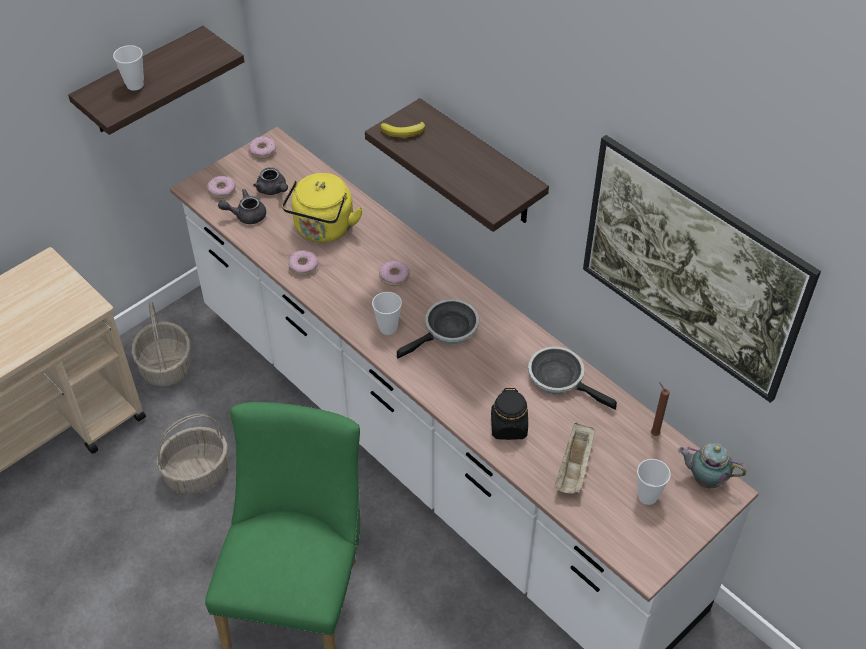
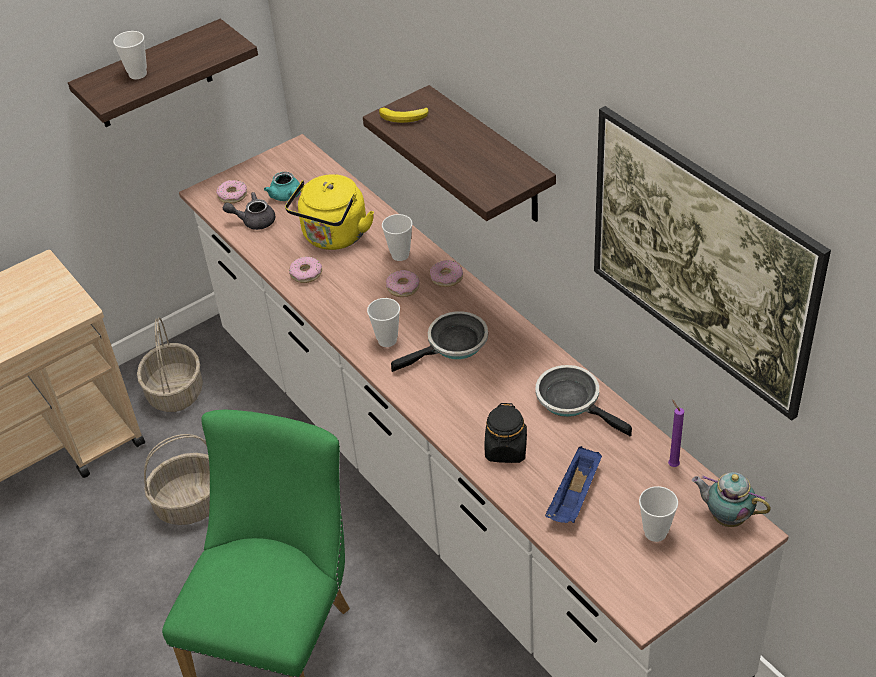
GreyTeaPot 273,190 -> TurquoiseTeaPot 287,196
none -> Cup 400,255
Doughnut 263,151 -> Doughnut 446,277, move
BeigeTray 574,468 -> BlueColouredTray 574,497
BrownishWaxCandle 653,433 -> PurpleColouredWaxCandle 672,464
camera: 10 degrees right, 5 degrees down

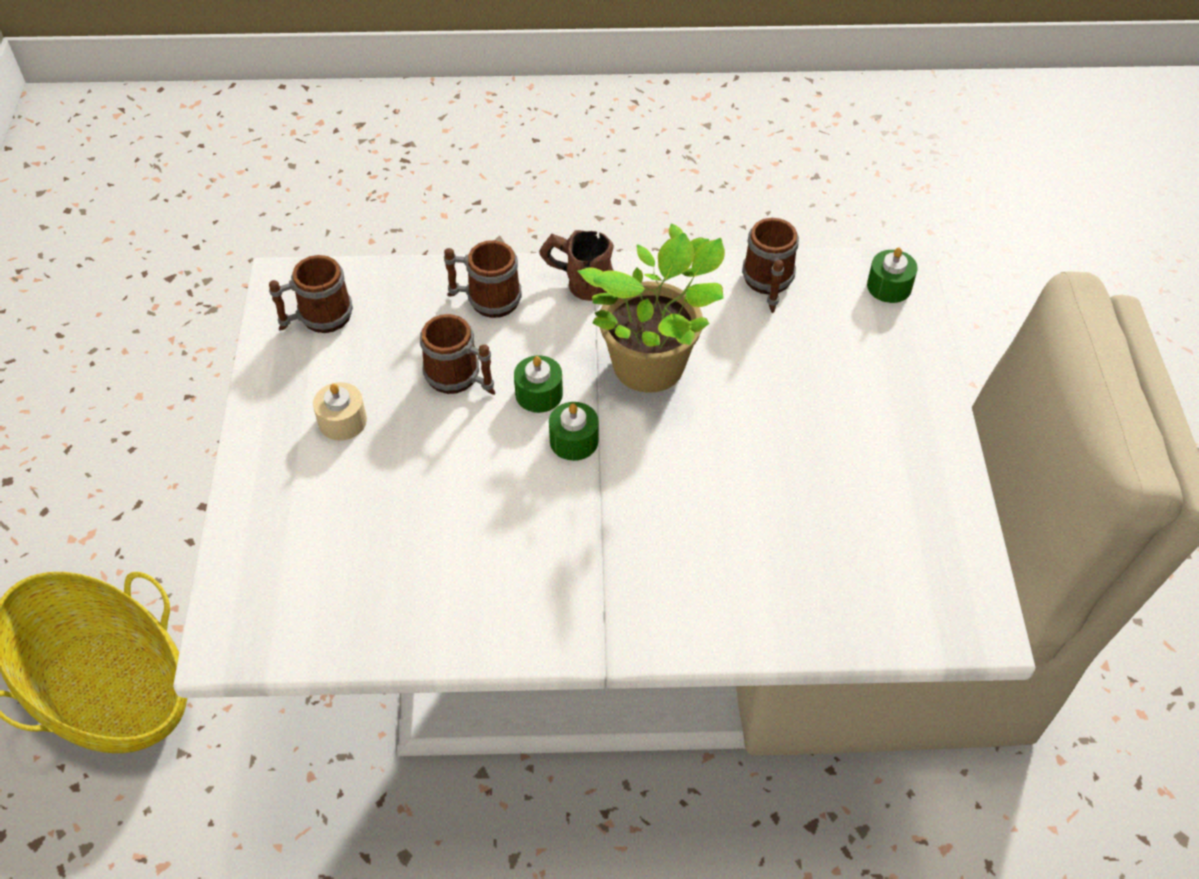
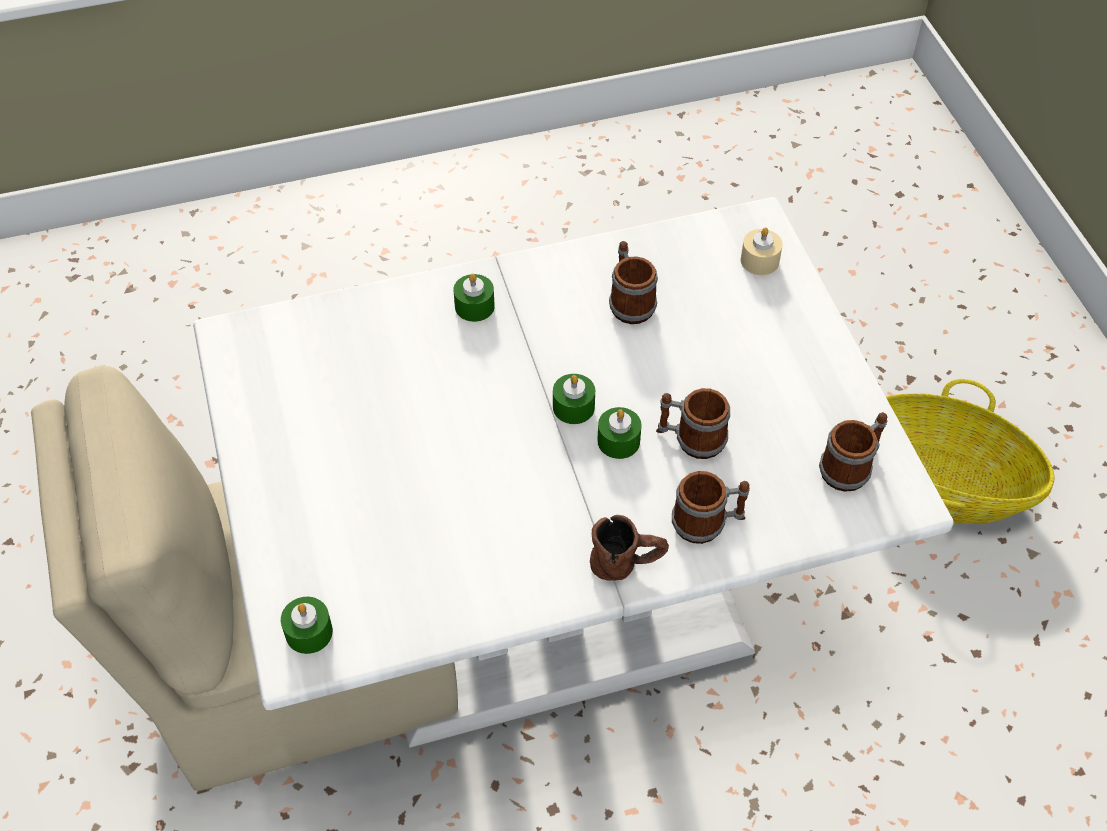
none -> GreenishWaxCandle 474,306
CoffeeMug 768,286 -> CoffeeMug 629,302, move
BeigeWaxCandle 342,421 -> BeigeWaxCandle 759,260, move
PottedPlant 653,370 -> none
camera: 165 degrees right, 0 degrees up

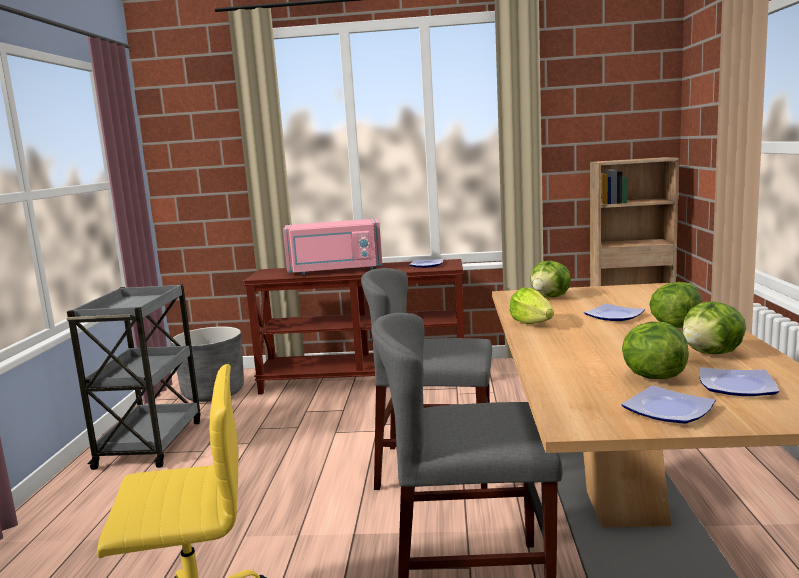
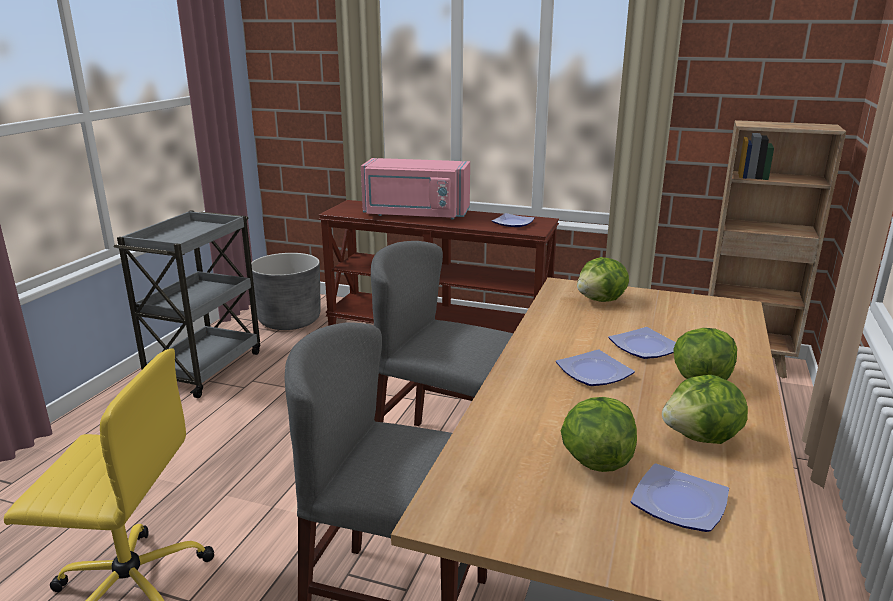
FlatDish 666,410 -> FlatDish 592,372, move
HeadOfLettuce 532,323 -> none
camera: 15 degrees right, 10 degrees up

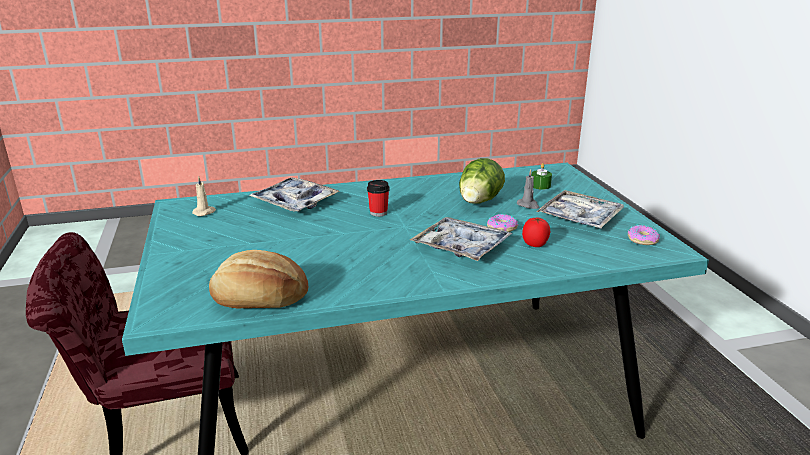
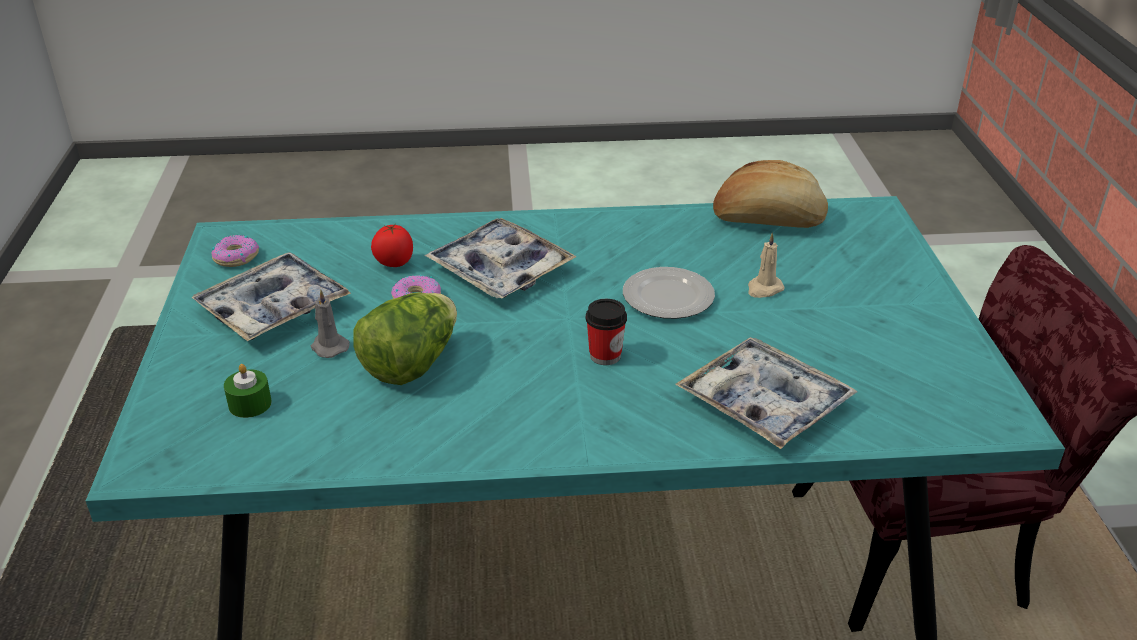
none -> FlatDish 667,297
BeigeWaxCandle 204,212 -> BeigeWaxCandle 764,289, move
camera: 170 degrees left, 10 degrees up

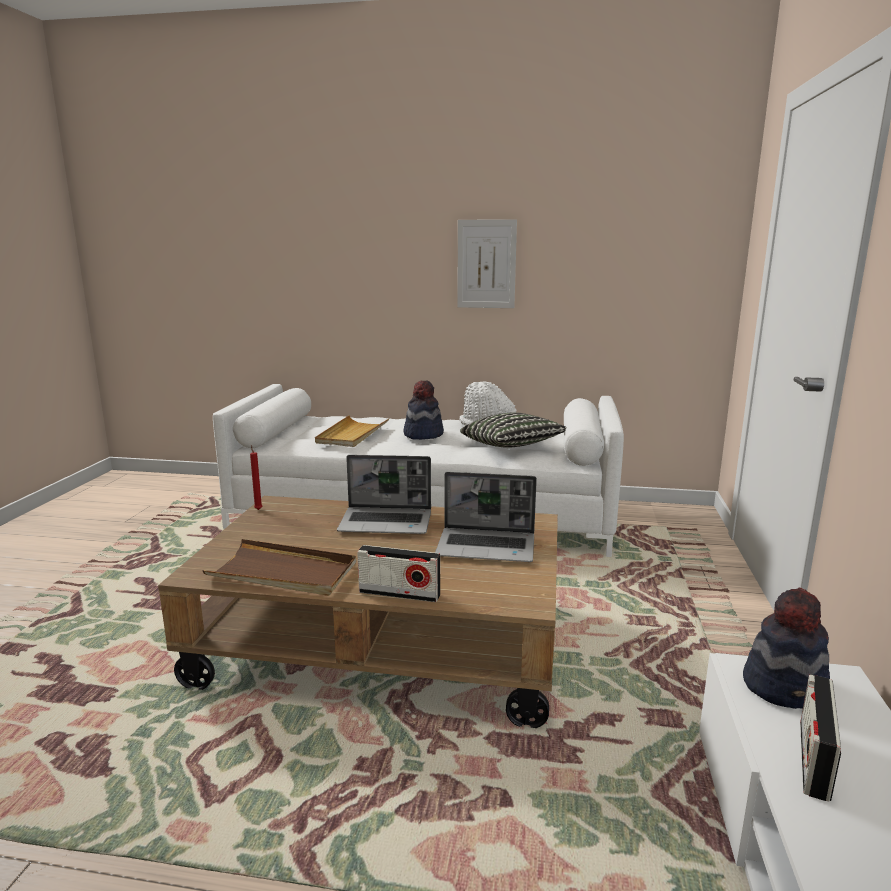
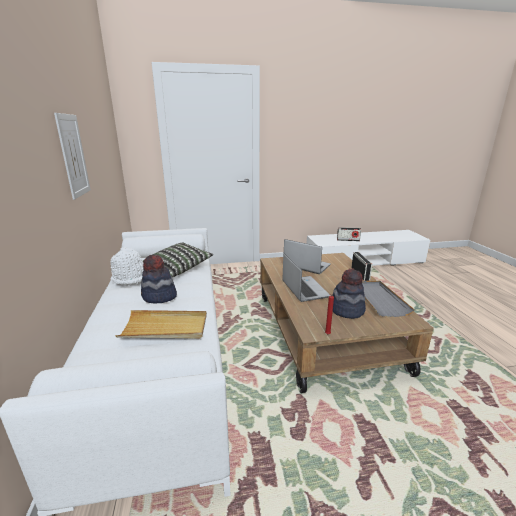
PortableComputer 487,547 -> PortableComputer 306,266, 45 degrees counterclockwise
Hat 785,686 -> Hat 346,310, move
BrownishTray 283,572 -> GreyTray 379,299
camera: 110 degrees left, 5 degrees up

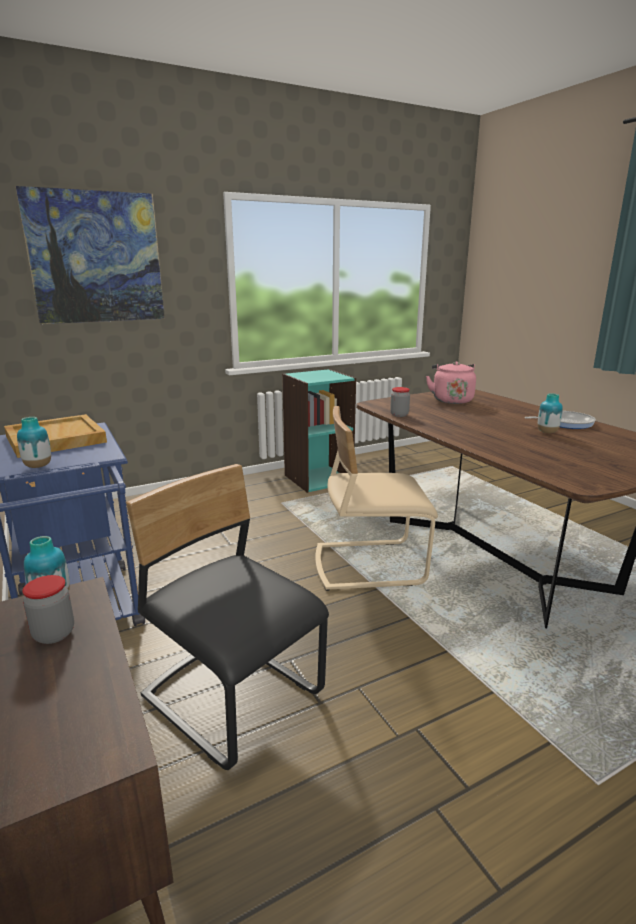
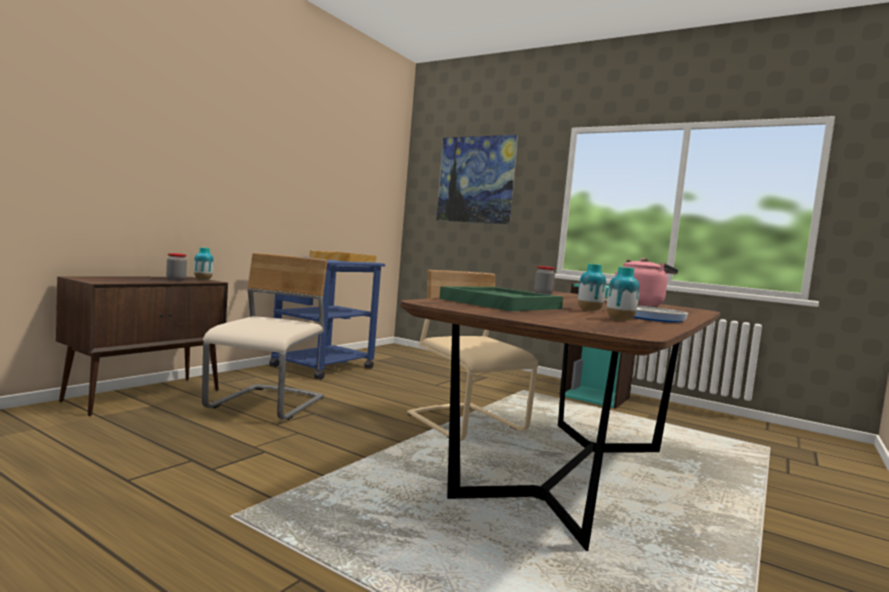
BlackishPlainChair 234,696 -> BeigePlainChair 268,404
none -> GreenishTray 500,303
Vase 38,466 -> Vase 620,320, move
camera: 60 degrees right, 15 degrees down

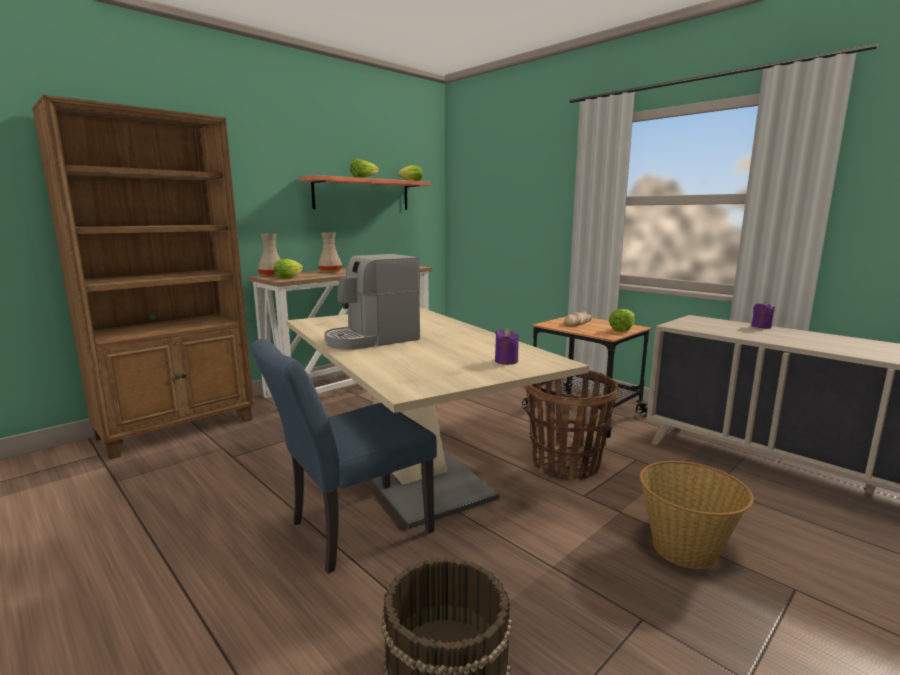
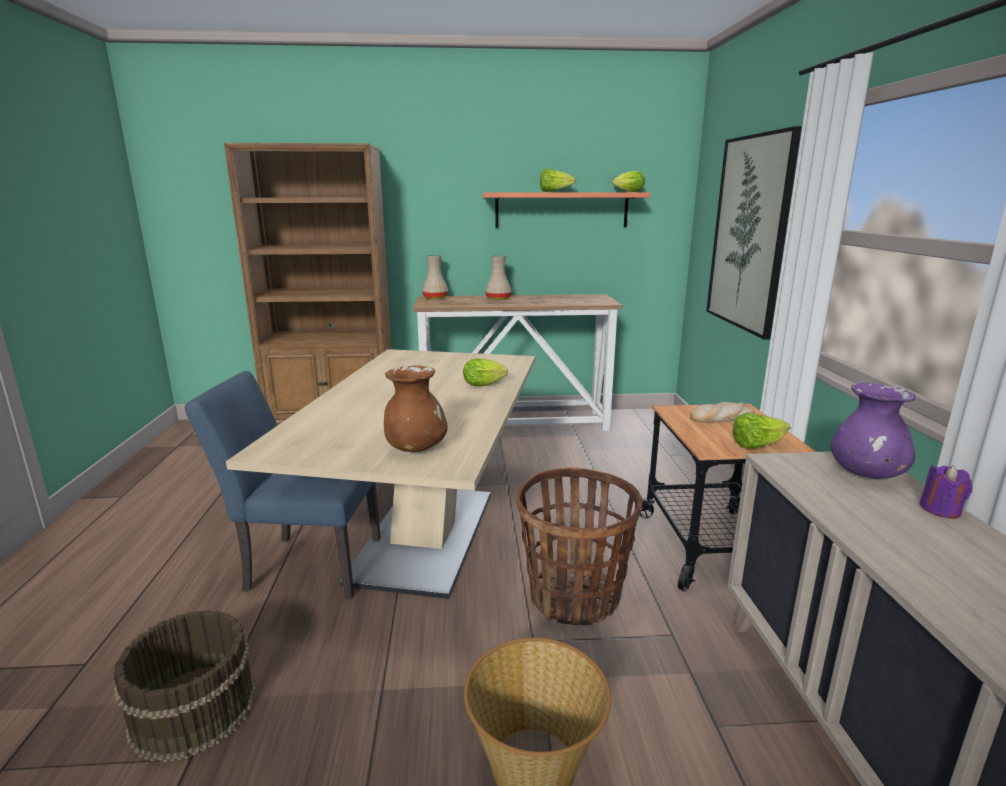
PurpleColouredWaxCandle 506,361 -> BrownishVase 415,448
HeadOfLettuce 289,278 -> HeadOfLettuce 486,385, move
none -> Picture 749,233
none -> PurpleColouredVase 866,474
CoffeeMachine 371,340 -> none
camera: 40 degrees right, 5 degrees up

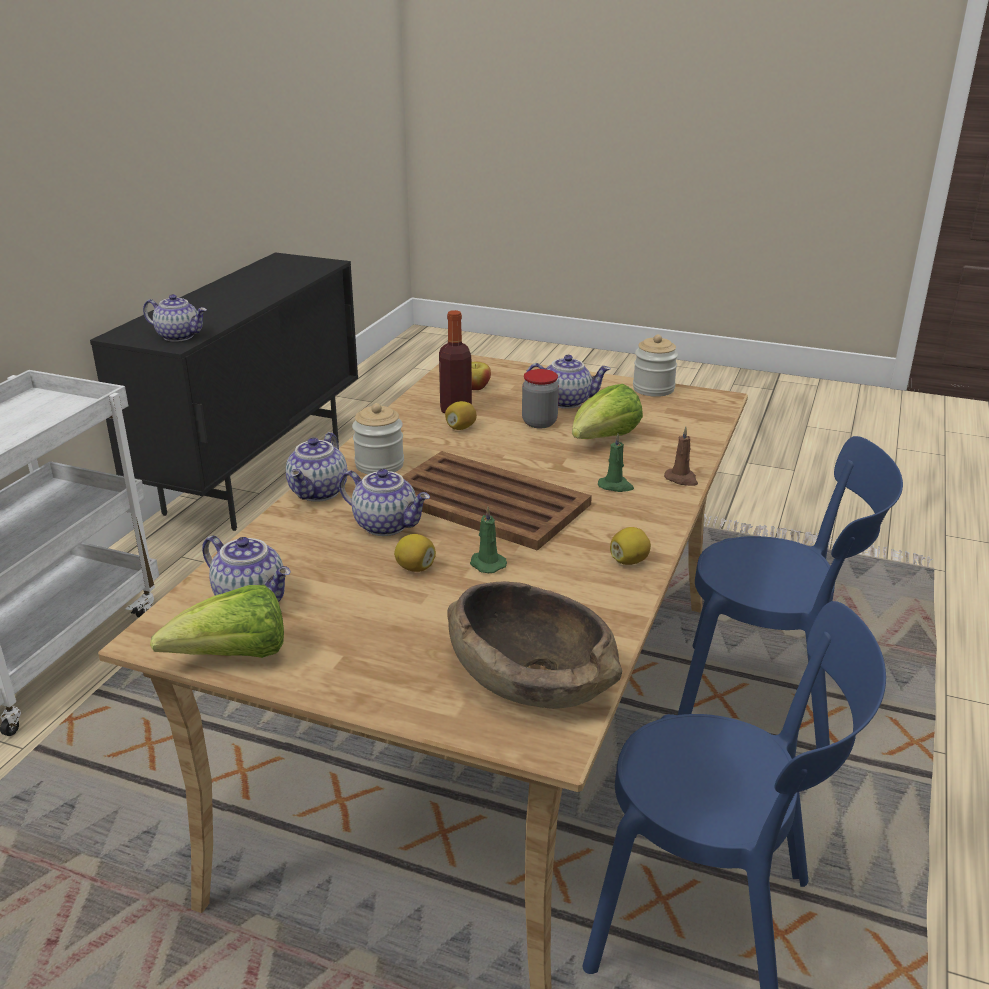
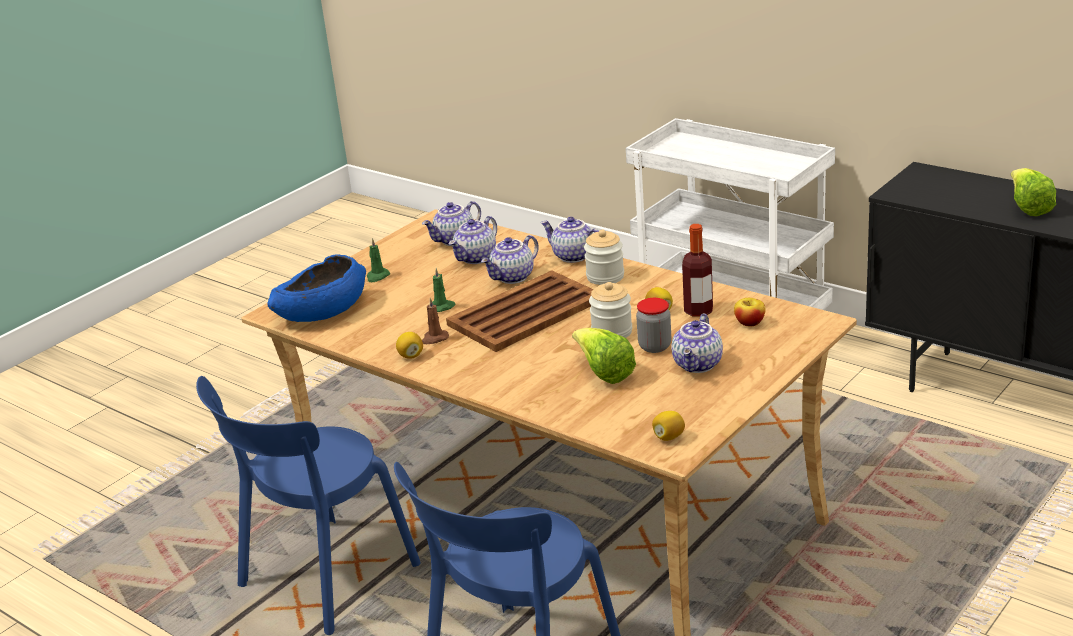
BrownishDeepDish 531,679 -> BlueColouredDeepDish 321,311
GreenishWaxCandle 616,486 -> GreenishWaxCandle 377,276, move
BrownishWaxCandle 681,479 -> BrownishWaxCandle 434,339, move
TeaPot 179,336 -> TeaPot 476,258, move
PreserveJar 653,389 -> PreserveJar 612,332, move
CitrusFruit 415,568 -> CitrusFruit 668,437, move
HeadOfLettuce 233,657 -> HeadOfLettuce 1028,208, move
camera: 110 degrees right, 0 degrees up

